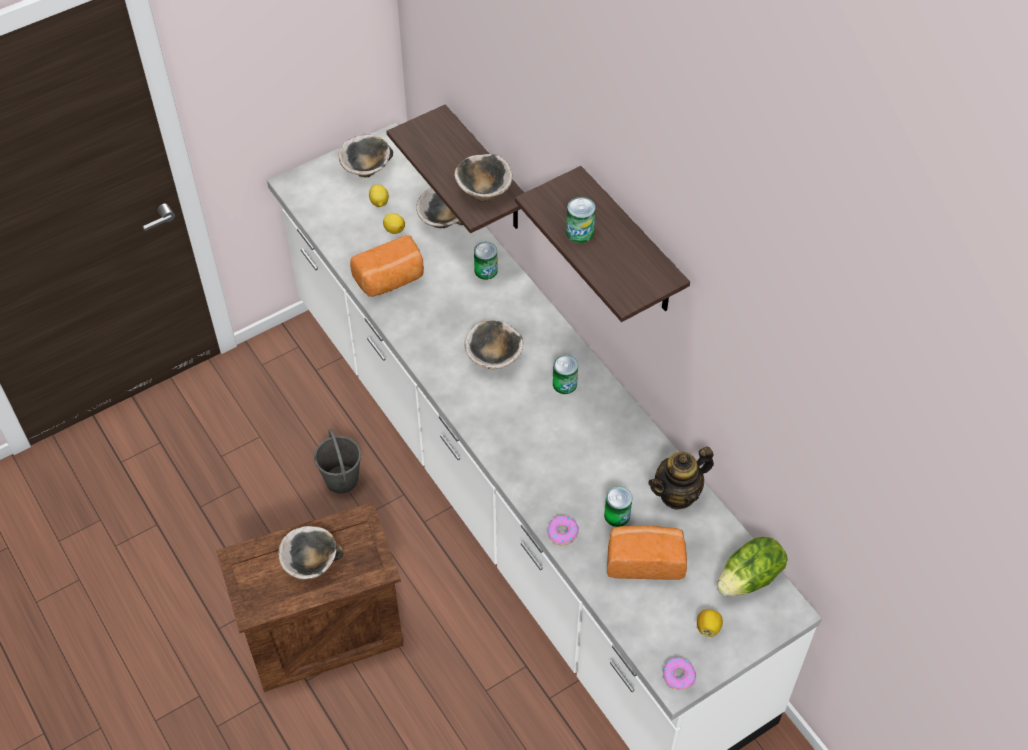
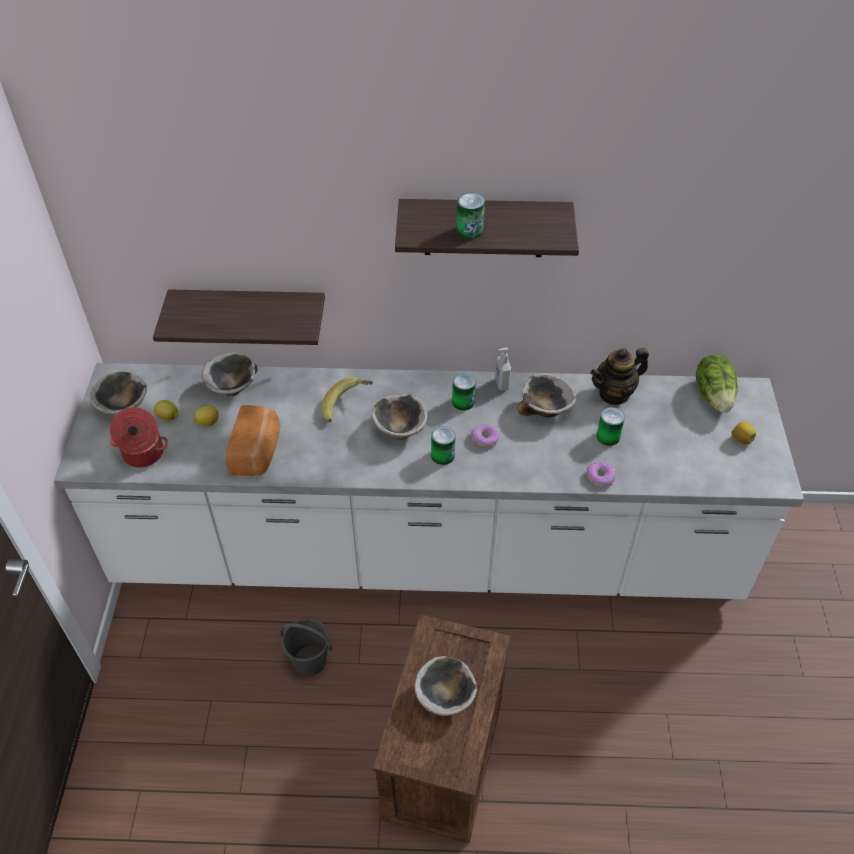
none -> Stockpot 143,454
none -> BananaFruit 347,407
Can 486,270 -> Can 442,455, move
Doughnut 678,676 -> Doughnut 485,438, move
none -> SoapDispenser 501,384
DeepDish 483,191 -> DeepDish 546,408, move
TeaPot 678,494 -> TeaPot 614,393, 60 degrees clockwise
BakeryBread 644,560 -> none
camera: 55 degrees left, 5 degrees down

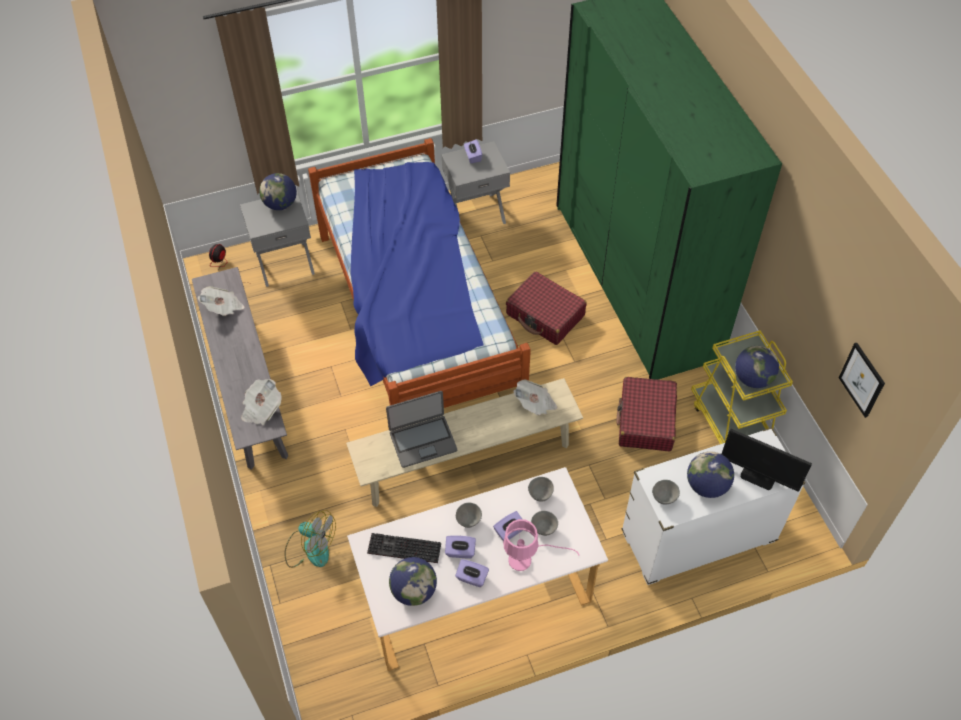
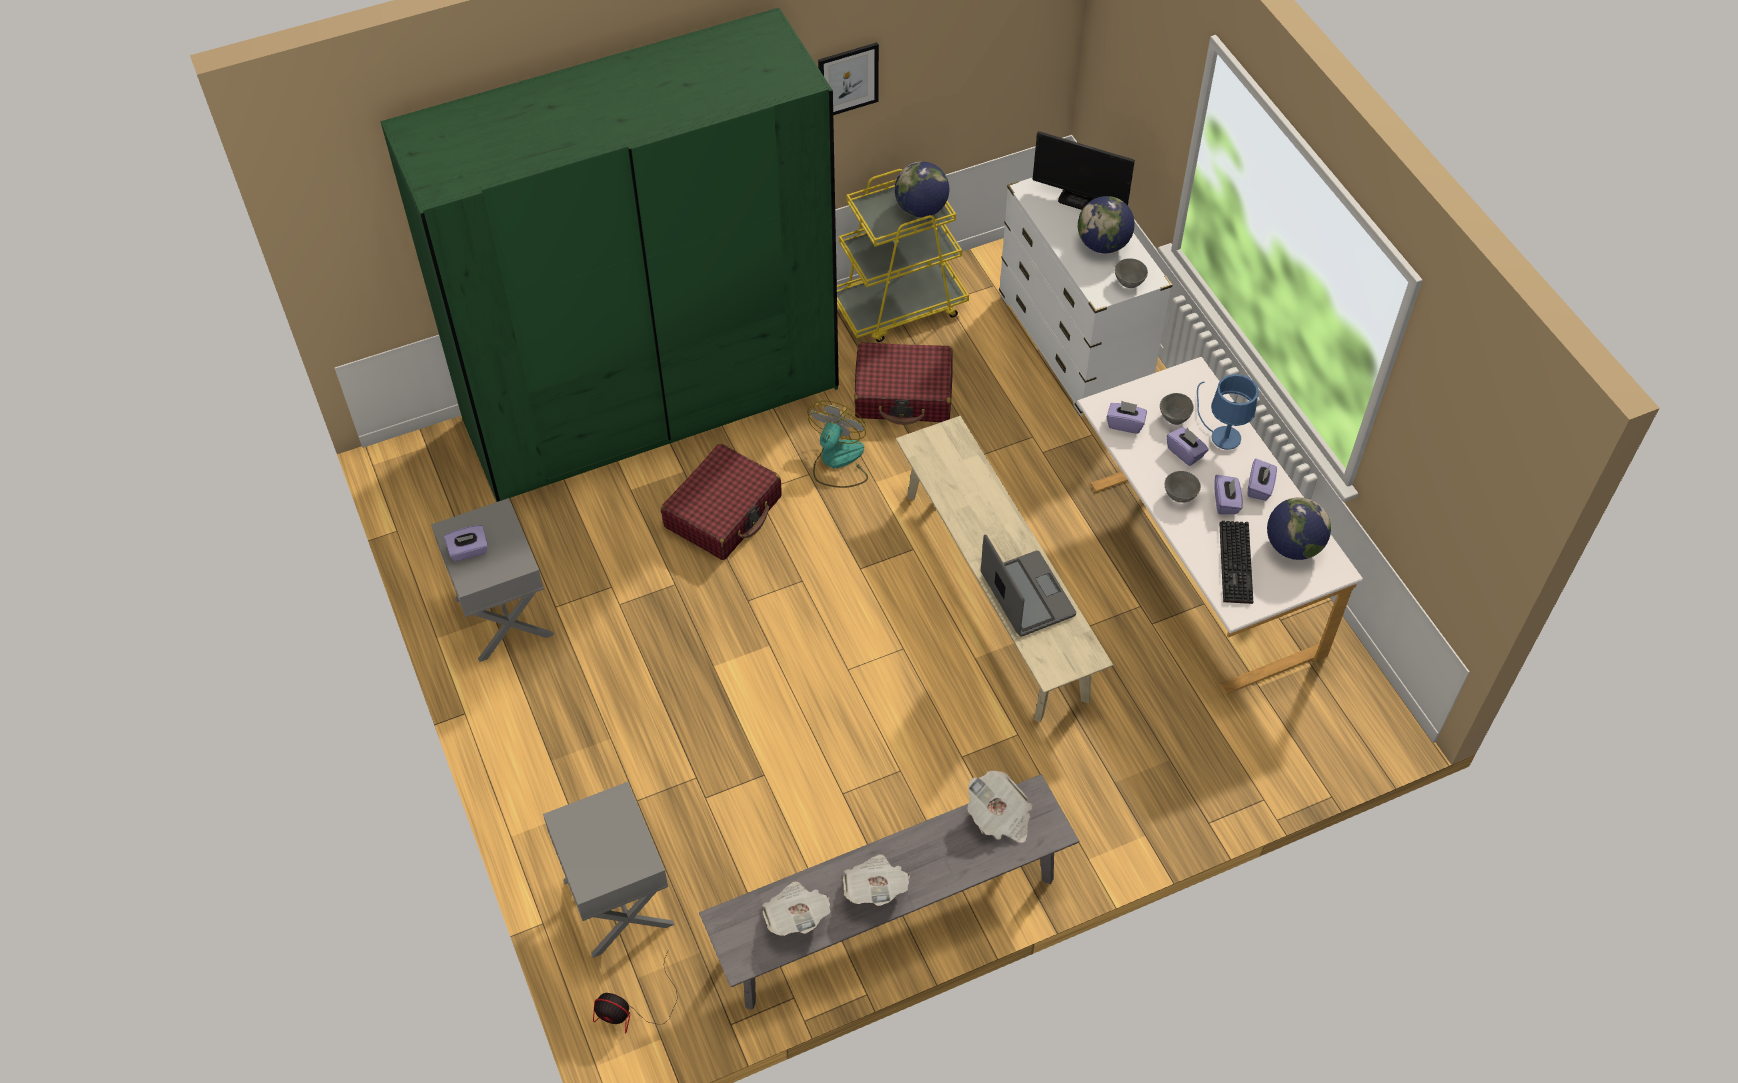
Fan 310,547 -> Fan 837,461, move
Picture 862,379 -> Picture 848,79, move
PrintedPaper 535,404 -> PrintedPaper 875,888, move
ComputerDisplay 758,476 -> ComputerDisplay 1080,199, 90 degrees clockwise
GreyDeepDish 540,495 -> PurpleColouredTissueBox 1125,424
PinkColouredLampForATable 526,559 -> BlueColouredLampForATable 1220,434
WorldGlobe 280,204 -> none
Bed 416,320 -> none
camera: 95 degrees left, 0 degrees up

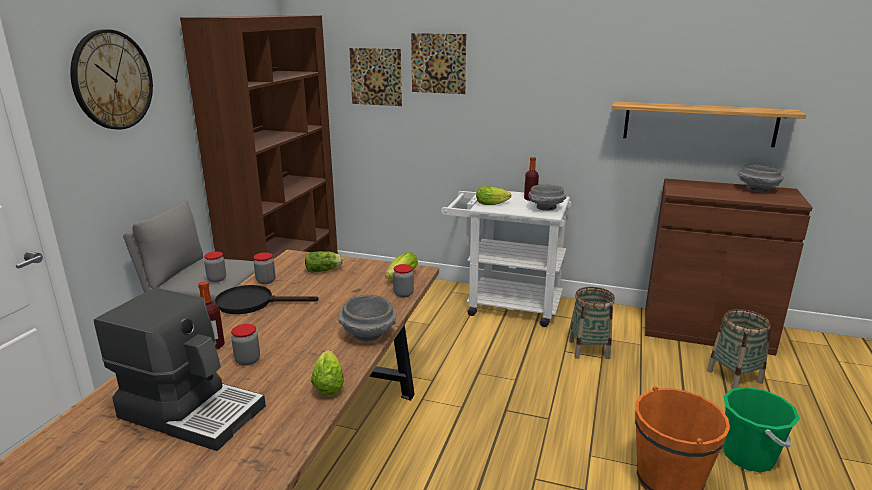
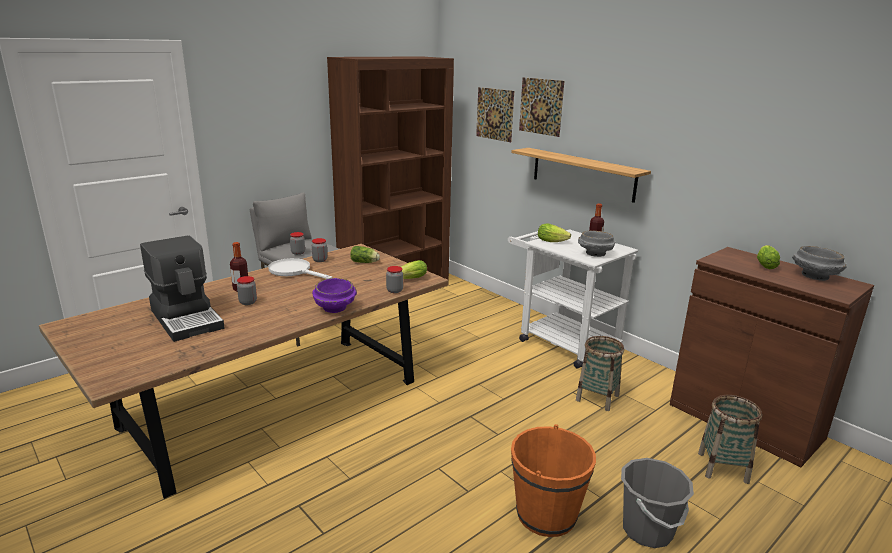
BlackishSkillet 253,303 -> WhiteSkillet 294,271
GreyDeepDish 368,334 -> PurpleColouredDeepDish 335,308
Shelf 699,124 -> Shelf 582,174, move
GreenishWaterBucket 748,456 -> GreyWaterBucket 647,530
HeadOfLettuce 329,382 -> HeadOfLettuce 765,265, move
WallClock 112,80 -> none
camera: 30 degrees right, 0 degrees up

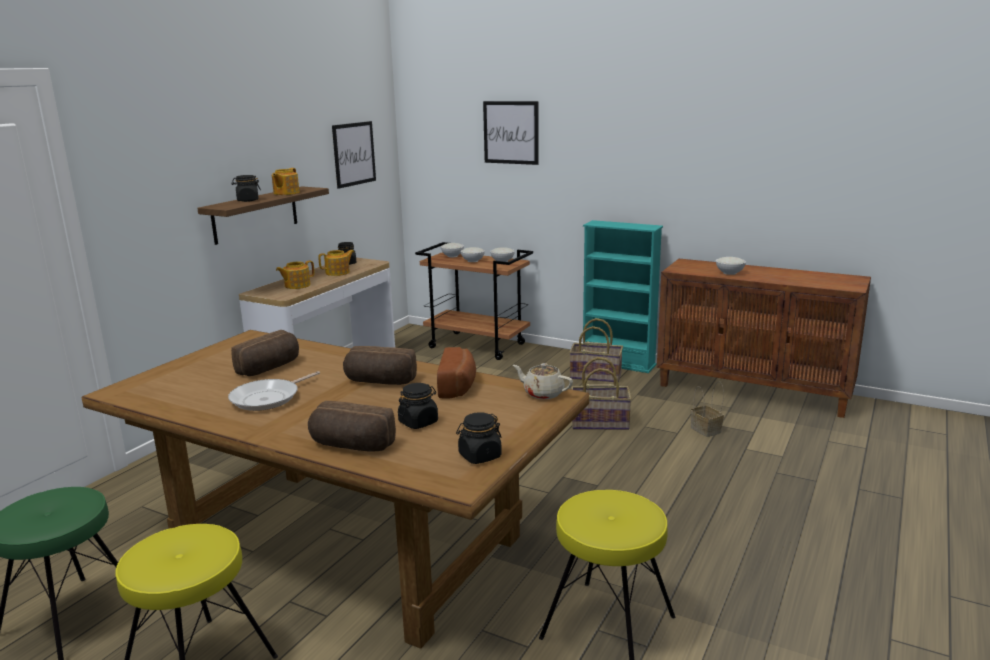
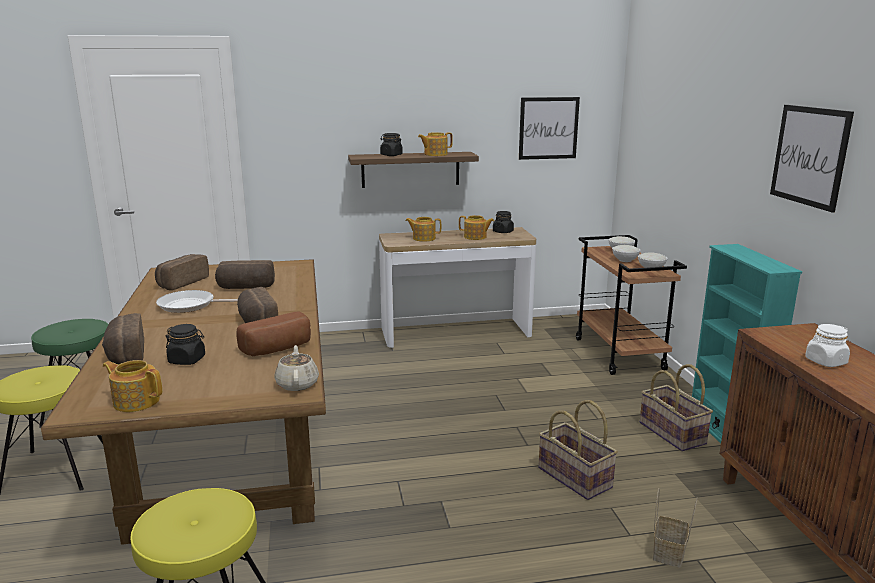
BlackishPreserveJar 479,456 -> TeaPot 136,401
none -> BakeryBread 181,282
Picture 511,132 -> Picture 809,156, move
WhiteDeepDish 729,273 -> WhitePreserveJar 825,362
camera: 50 degrees right, 0 degrees up

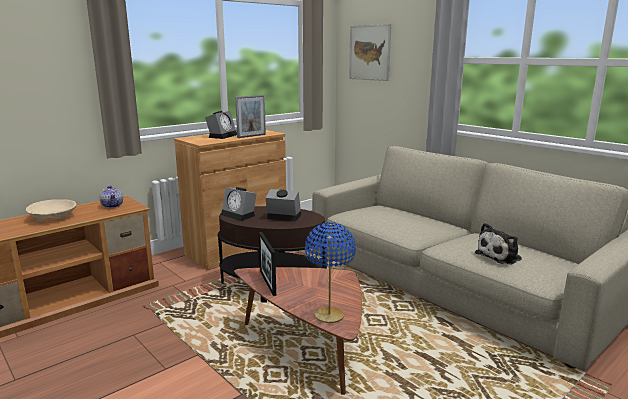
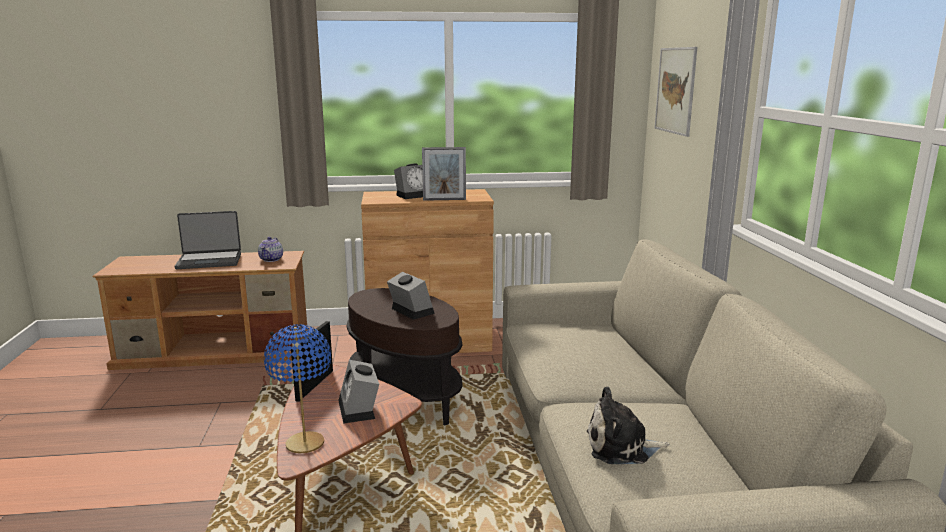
BeigeDeepDish 53,217 -> PortableComputer 209,261
AlarmClock 240,215 -> AlarmClock 359,409, move
camera: 35 degrees right, 0 degrees up

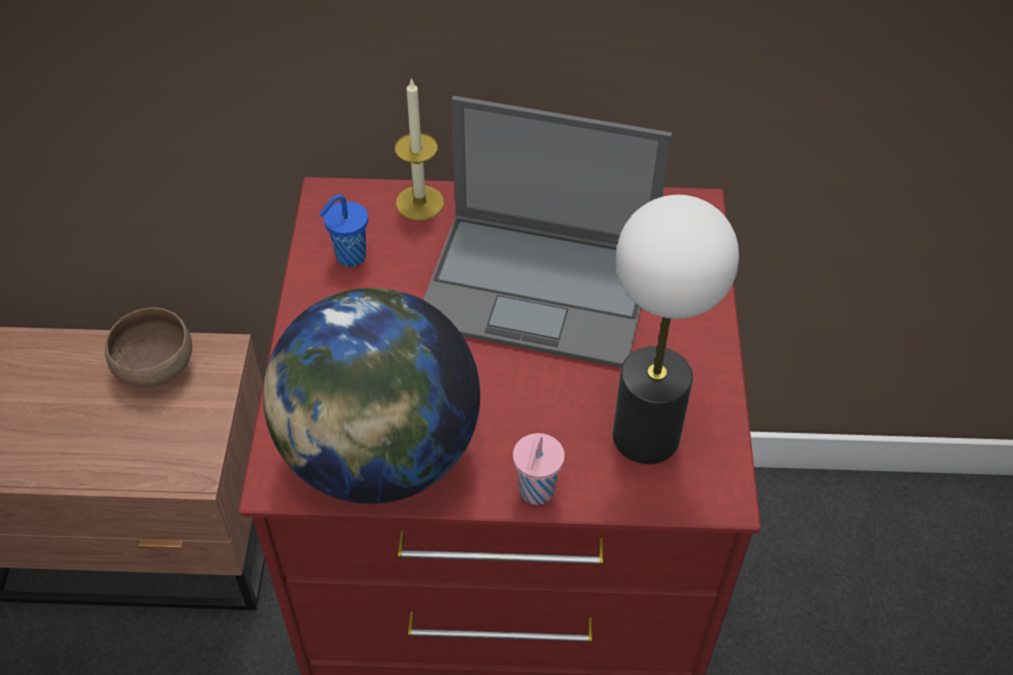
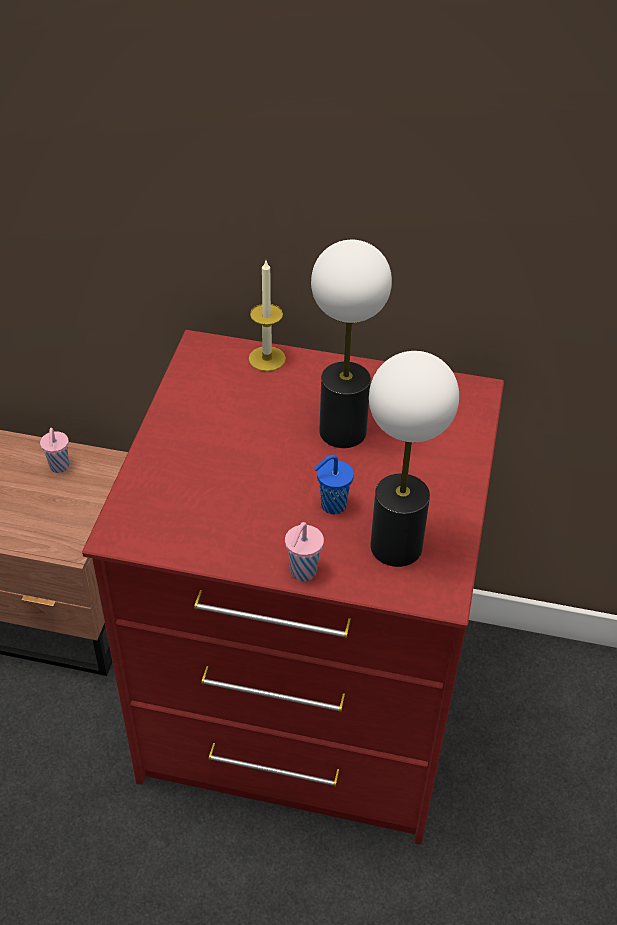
BrownishDeepDish 156,368 -> PinkColouredCup 59,467
PortableComputer 541,288 -> LampForATable 343,431
BlueColouredCup 349,257 -> BlueColouredCup 331,506, move
WorldGlobe 379,455 -> none
camera: 10 degrees right, 5 degrees down

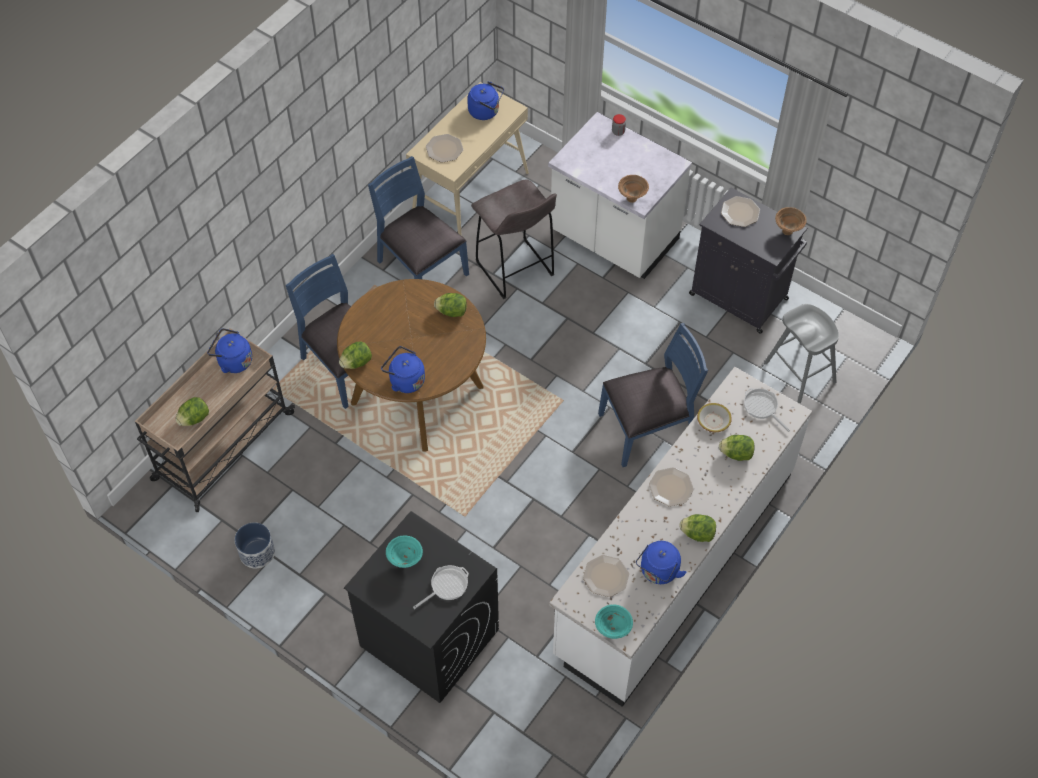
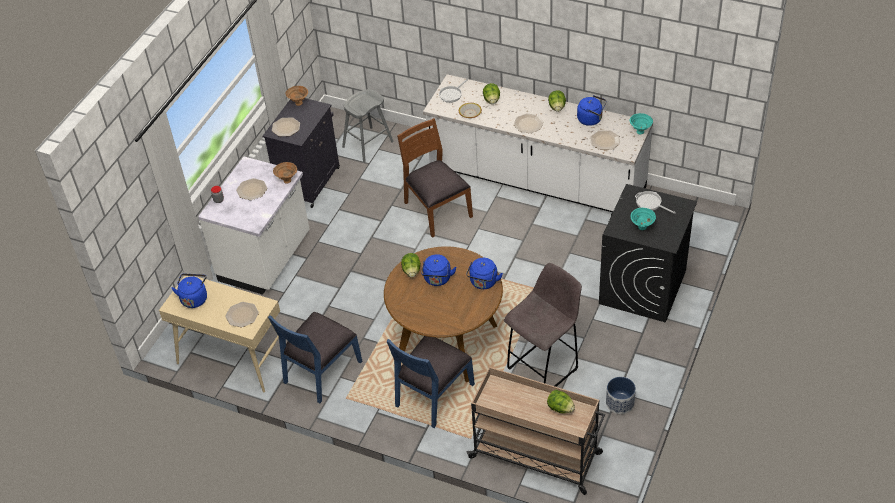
none -> FlatDish 252,190
BlueColouredPlainChair 647,428 -> BrownishPlainChair 436,210
BlueColouredKettle 233,361 -> BlueColouredKettle 437,279, move
GreyStoolSeat 516,271 -> GreyStoolSeat 544,367, move
HeadOfLettuce 356,362 -> none
camera: 100 degrees left, 10 degrees down

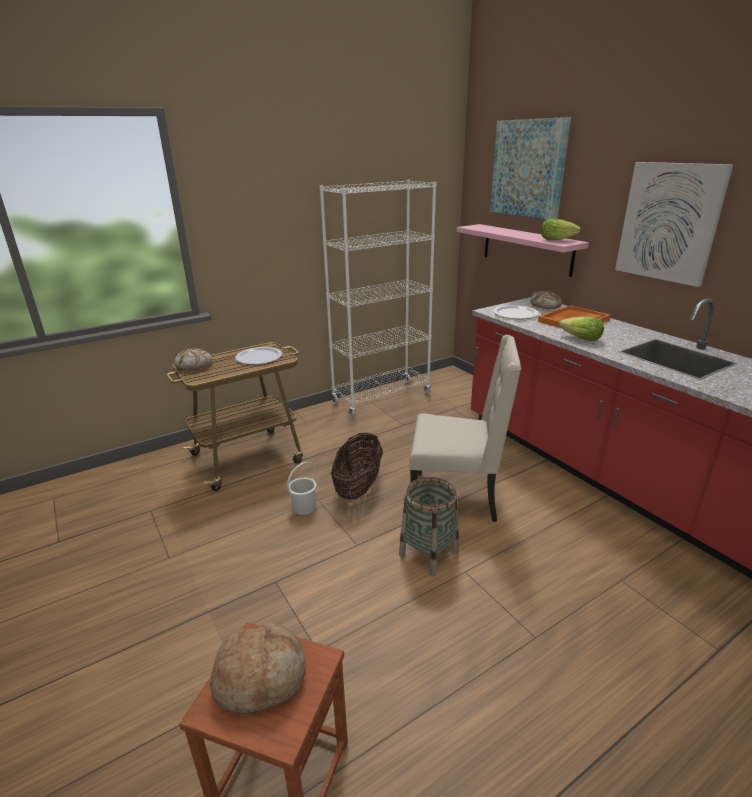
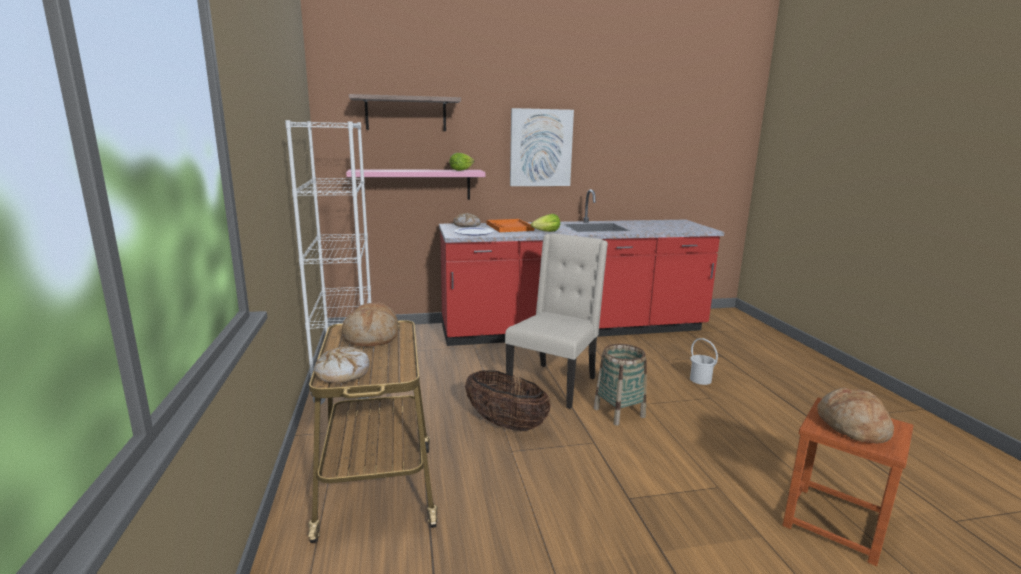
FlatDish 259,357 -> BakeryBread 372,337
Picture 528,169 -> Shelf 406,114
WhiteWaterBucket 304,507 -> WhiteWaterBucket 700,379, move
camera: 70 degrees left, 10 degrees down

